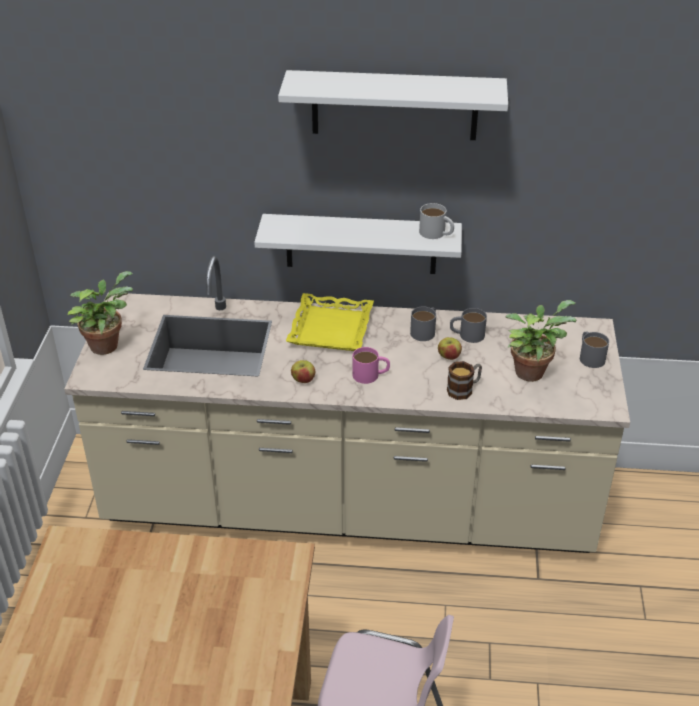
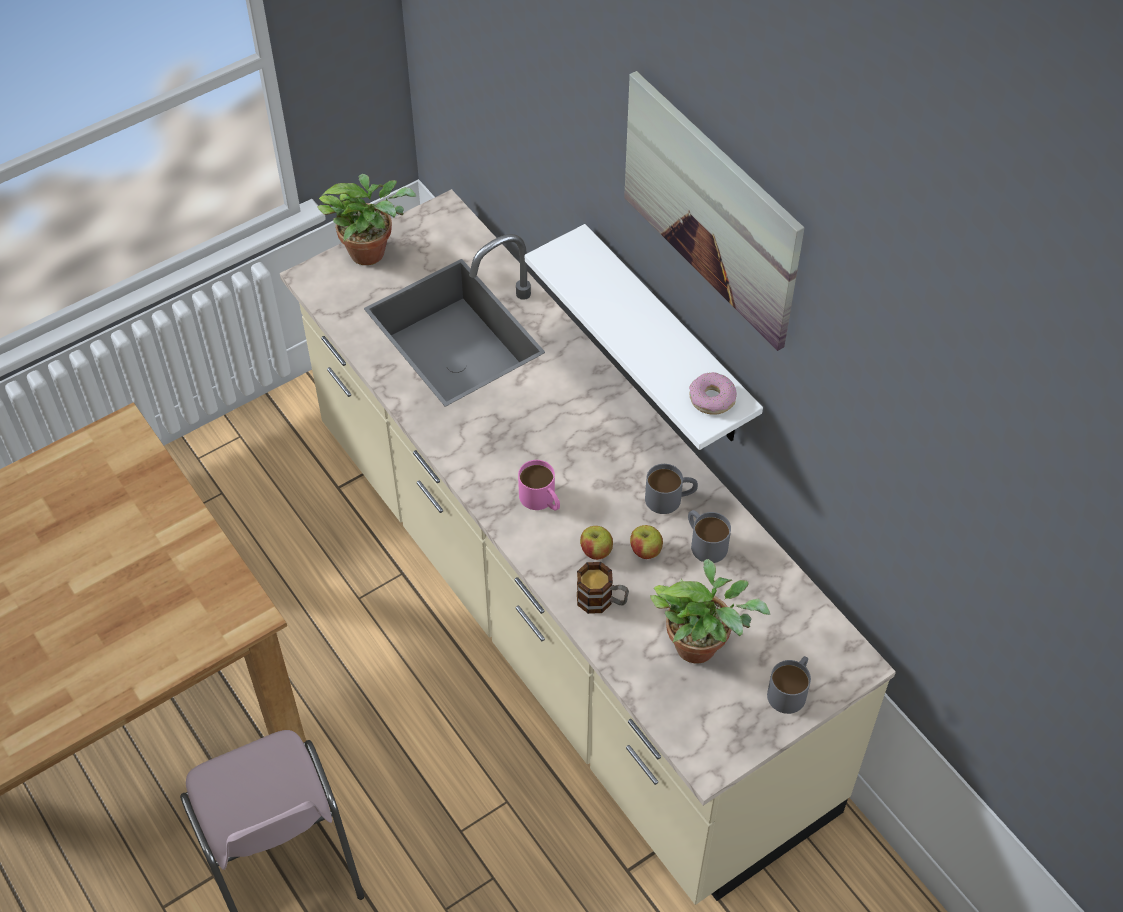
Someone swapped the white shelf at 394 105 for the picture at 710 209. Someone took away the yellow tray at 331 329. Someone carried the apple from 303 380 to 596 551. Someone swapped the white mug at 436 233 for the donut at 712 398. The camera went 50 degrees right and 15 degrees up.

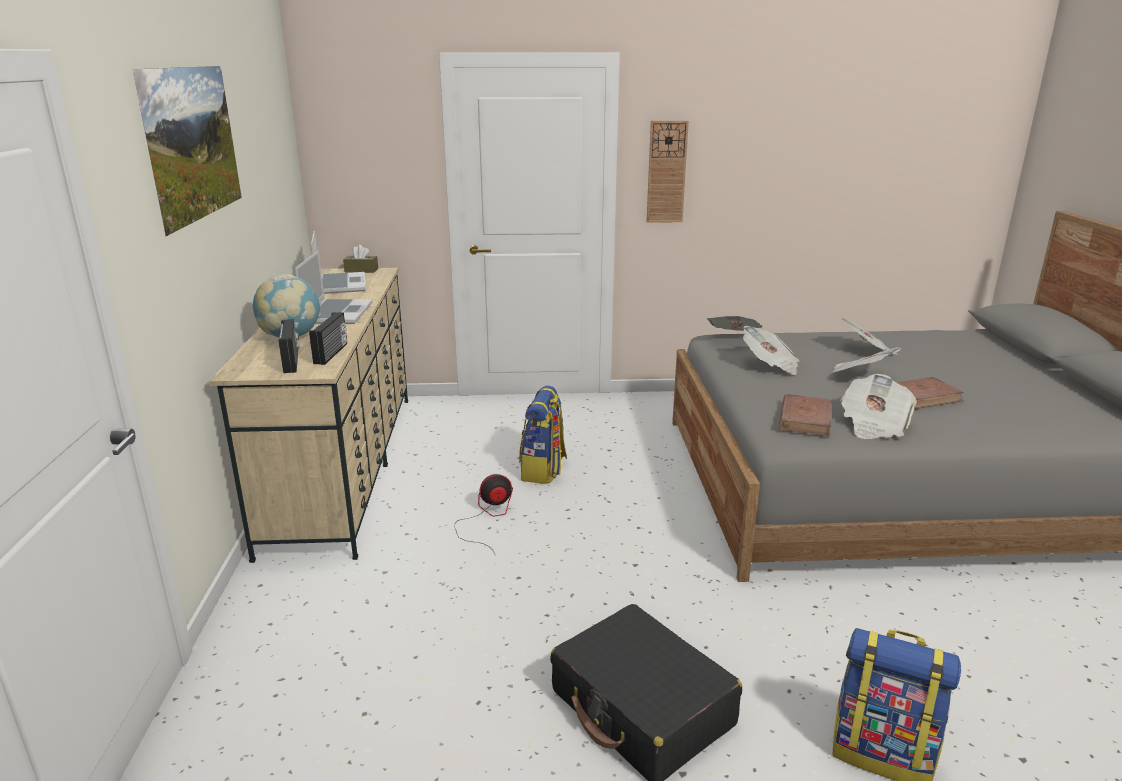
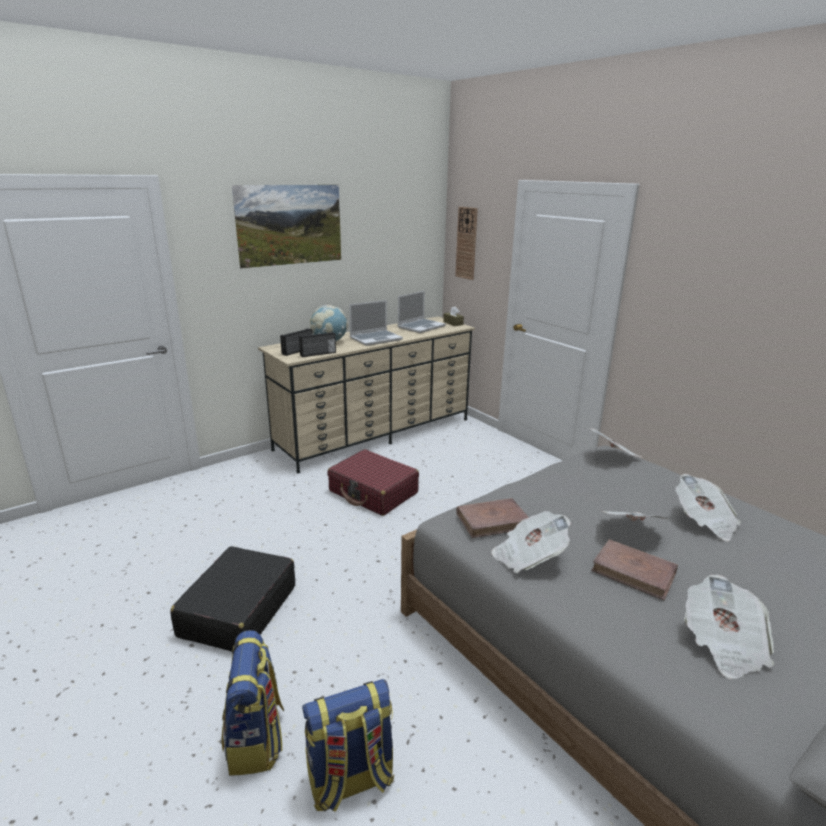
Someone swapped the fan at 487 518 for the red suitcase at 373 492. Someone carried the backpack from 543 470 to 350 781. Someone carried the wall clock from 666 172 to 466 243. Someone carried the newspaper from 770 365 to 723 644. The camera went 55 degrees right and 0 degrees up.

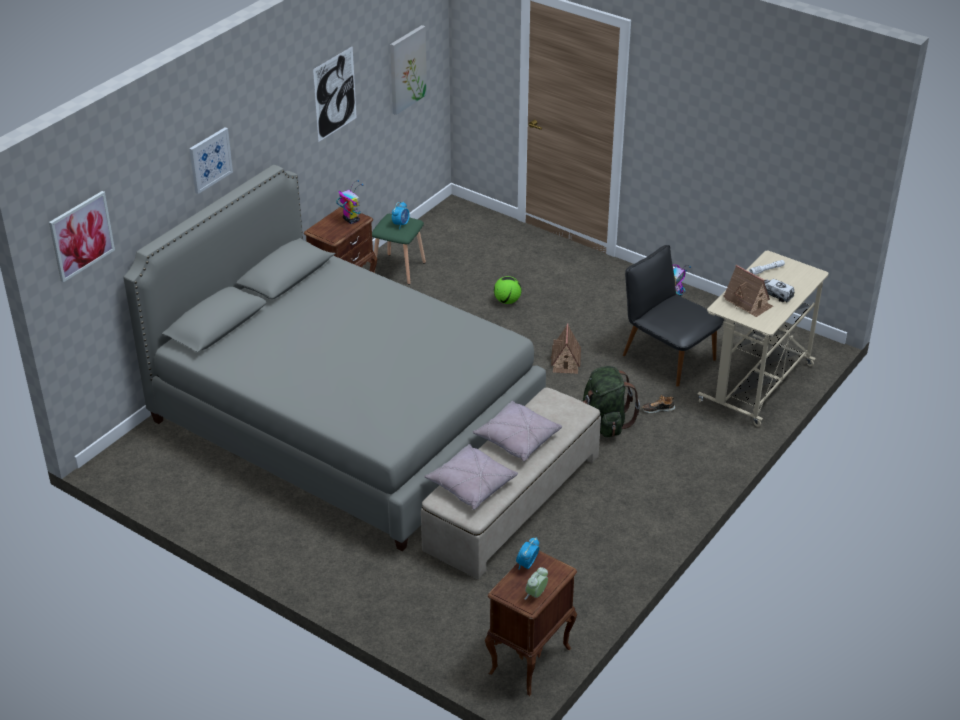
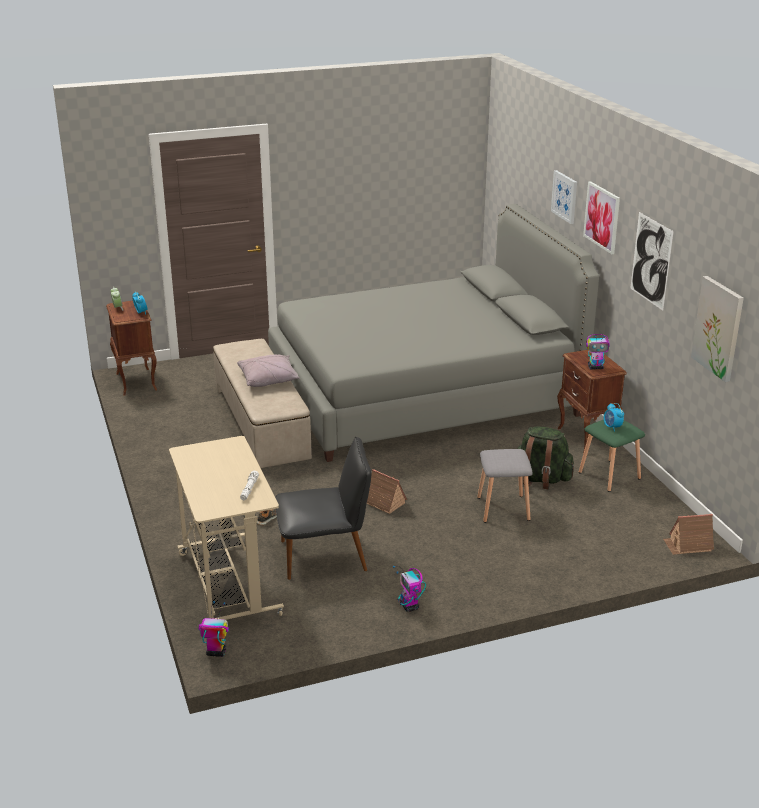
Someone carried the picture from 81 235 to 602 217. Someone took away the purple pillow at 471 485. Someone swapped the football at 507 301 for the grey stool at 502 509. Someone carried the green backpack from 605 423 to 541 479. Someone carried the toy house from 748 302 to 688 545. Someone took away the toy truck at 775 294. Someone put down the toy robot at 216 652. The camera went 125 degrees right and 10 degrees down.

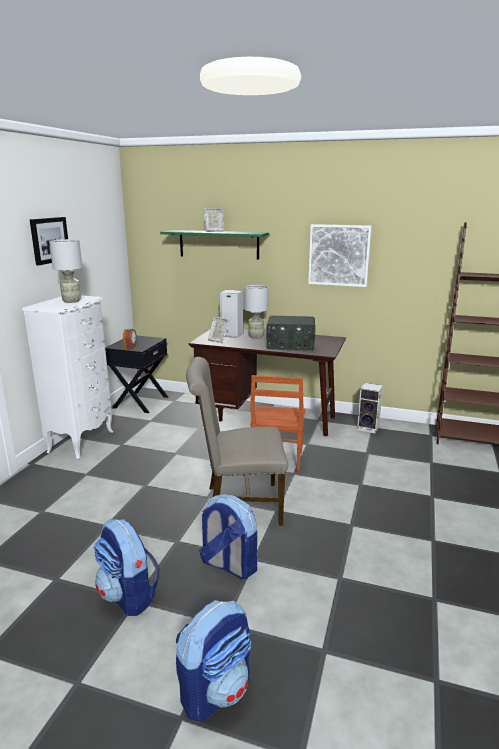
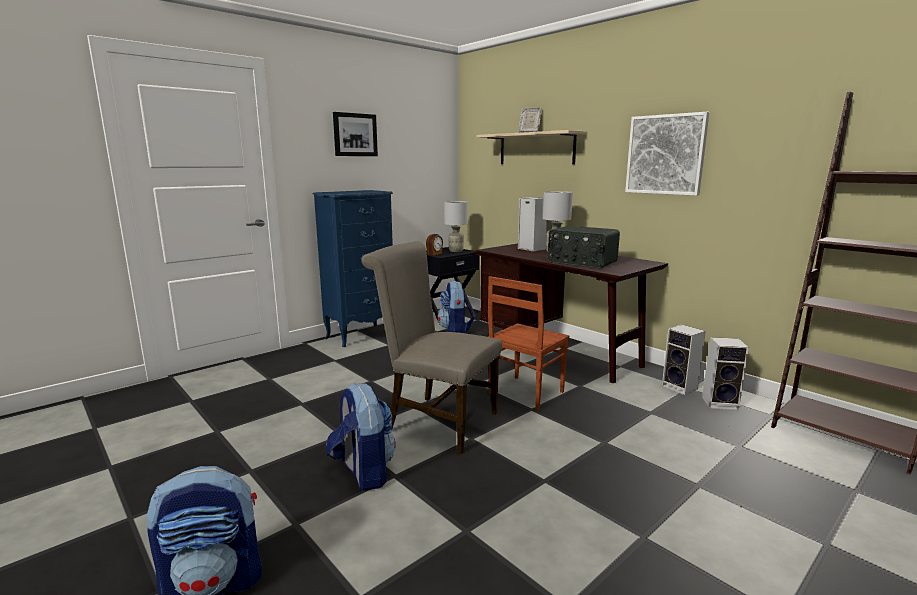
Someone repainted the white dresser at 83 442, which became the blue dresser at 361 336. Someone carried the grey table lamp from 72 301 to 456 251. Someone carried the backpack from 129 595 to 455 331. Someone repainted the green shelf at 218 244, which became the beige shelf at 536 149. Someone took away the picture frame at 218 340. Someone put down the speaker at 721 403. The camera went 30 degrees right and 5 degrees down.

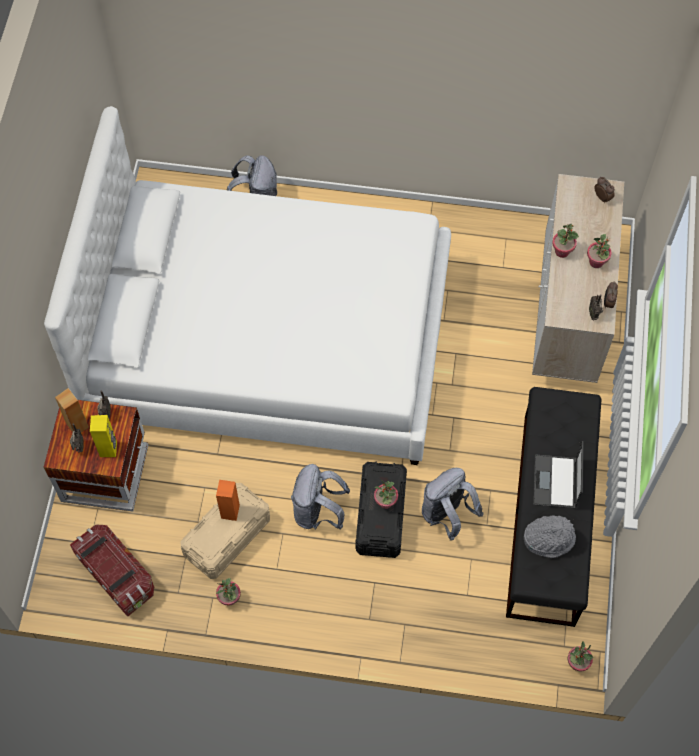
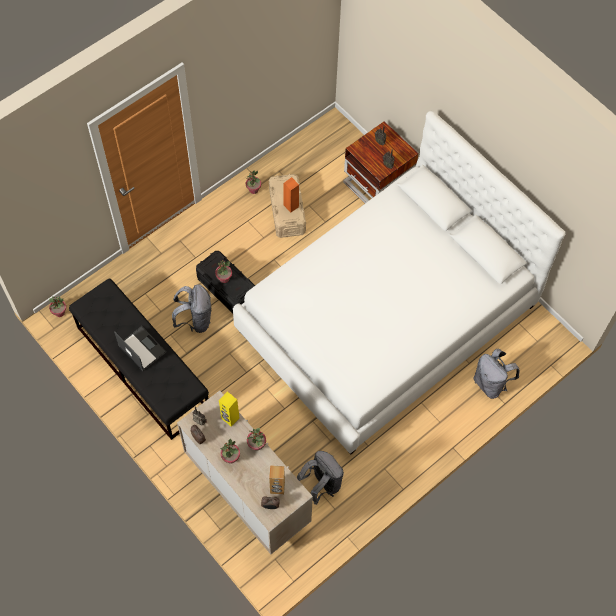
Someone carried the brown speaker from 77 425 to 277 488. Someone took away the storage box at 116 575. Someone carried the yellow speaker from 109 449 to 230 418. Someone carried the grey backpack from 318 512 to 321 484. Someone took away the grey hat at 549 538. The camera went 130 degrees right and 0 degrees up.

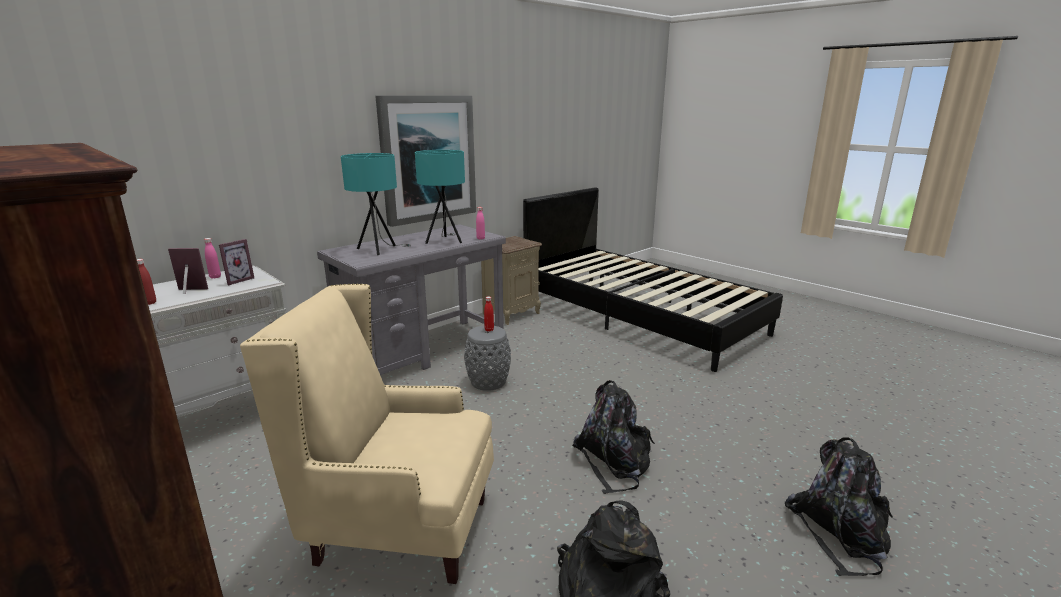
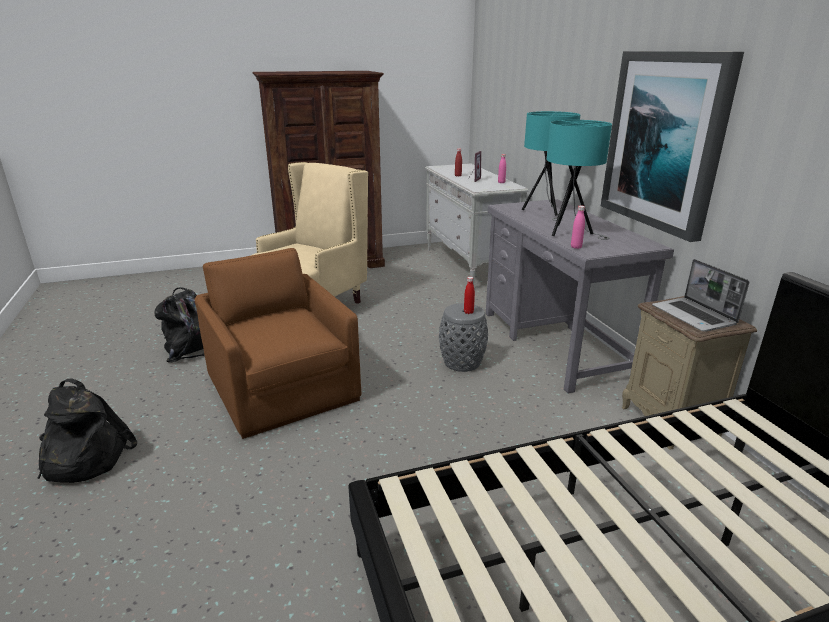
Someone took away the picture frame at 237 280. Someone swapped the black backpack at 614 461 for the brown armchair at 283 388. Someone put down the laptop at 694 316. The camera went 115 degrees right and 5 degrees up.

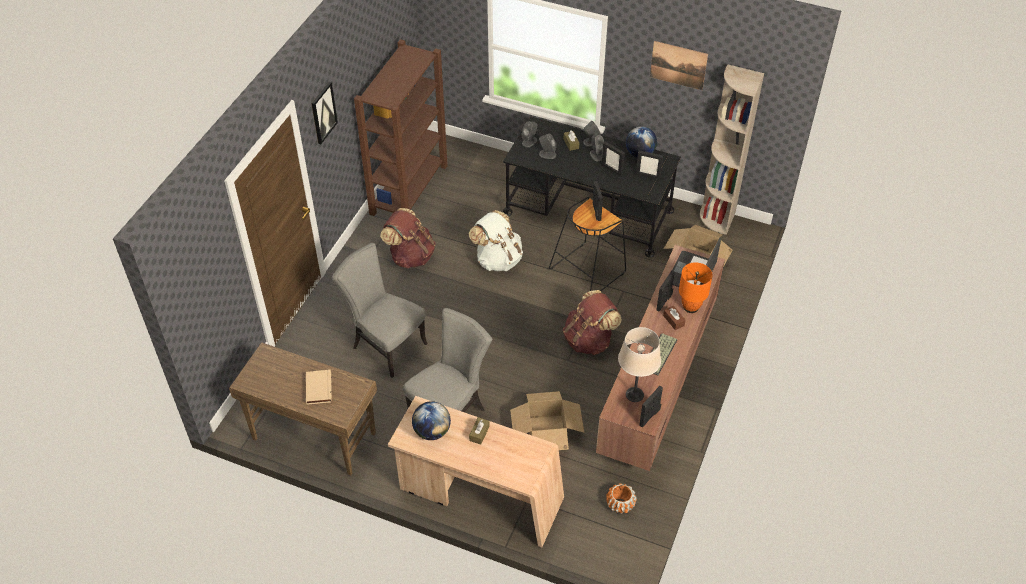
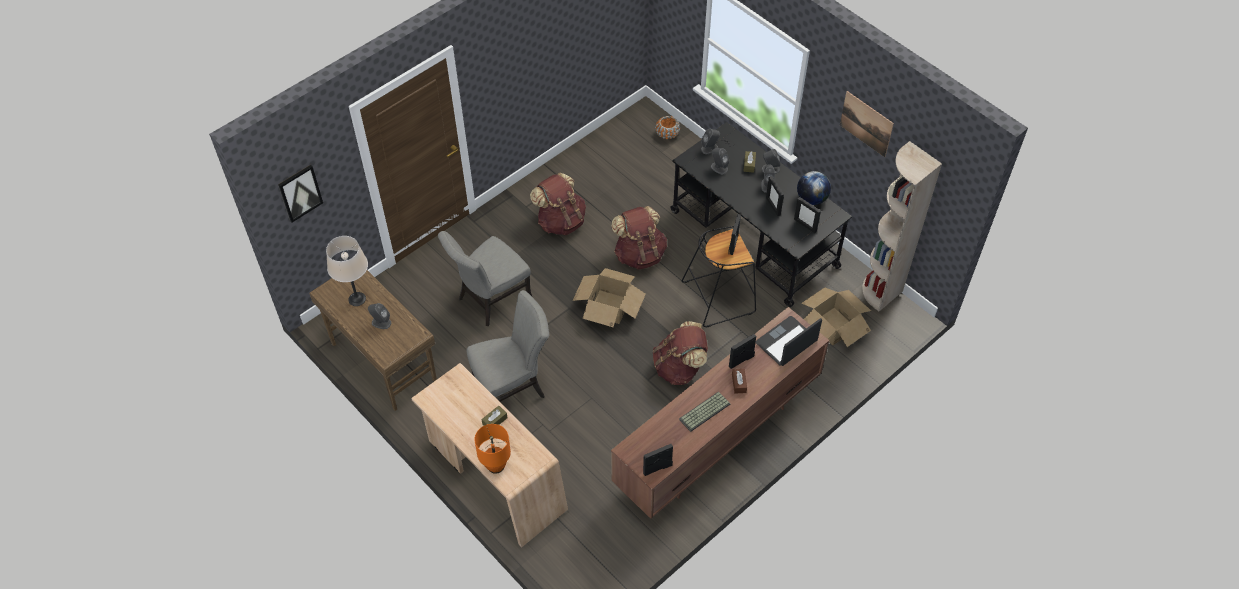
Someone swapped the beige book at 318 388 for the grey speaker at 381 322. Someone carried the picture from 323 112 to 300 193. Someone rotated the grey chair at 385 344 by 105 degrees counterclockwise. Someone took away the brown bookcase at 409 189. Someone took away the globe at 432 431. Someone repainted the white backpack at 498 259, which became the brown backpack at 639 254. Someone carried the cardboard box from 546 431 to 609 307. Someone carried the orange planter from 620 504 to 667 134. Someone carried the beige table lamp from 634 394 to 357 299. Someone carried the orange table lamp from 691 307 to 496 466. The camera went 25 degrees right and 5 degrees up.

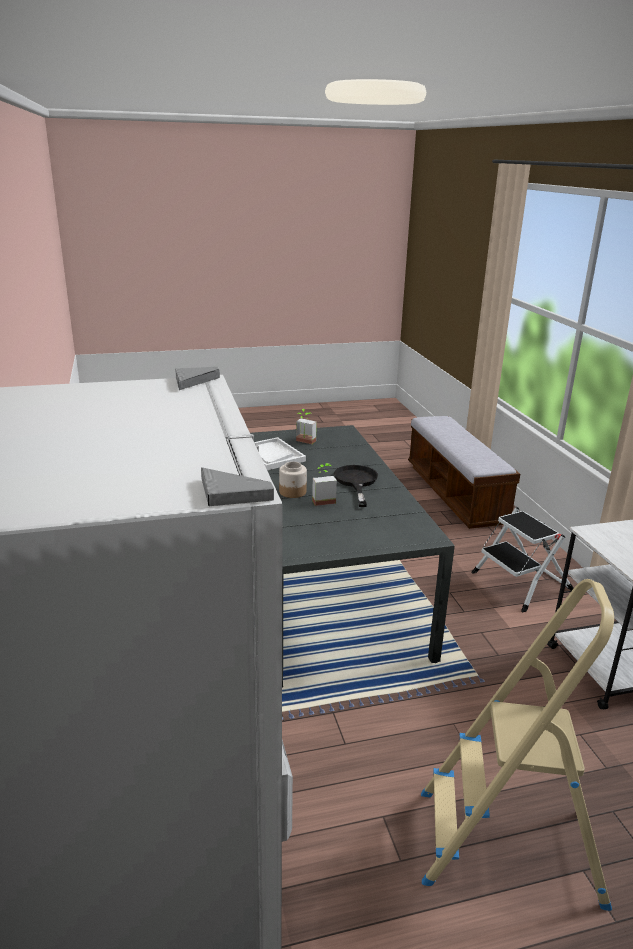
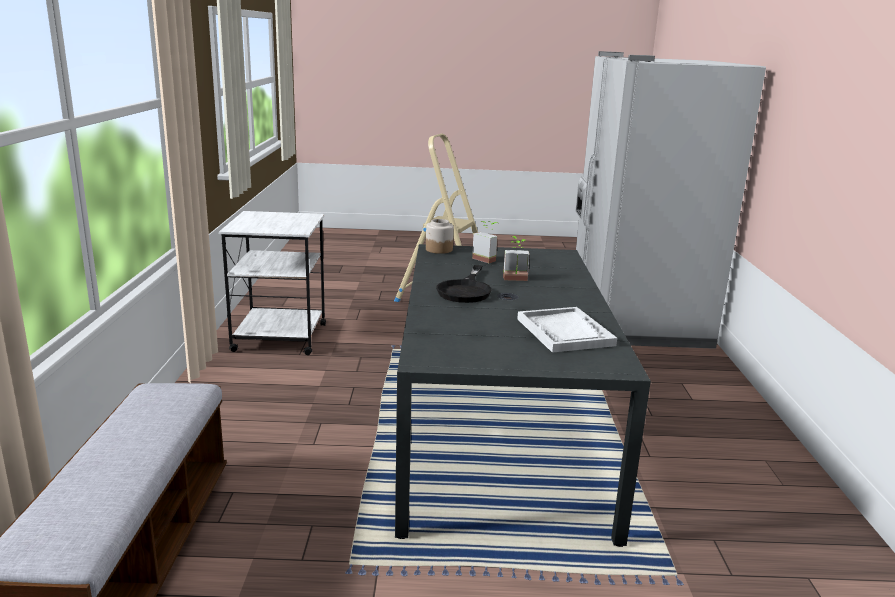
Someone carried the jar from 293 492 to 439 249. Someone carried the potted plant from 304 442 to 487 259. Someone took away the step ladder at 522 583. The camera went 165 degrees left and 5 degrees down.

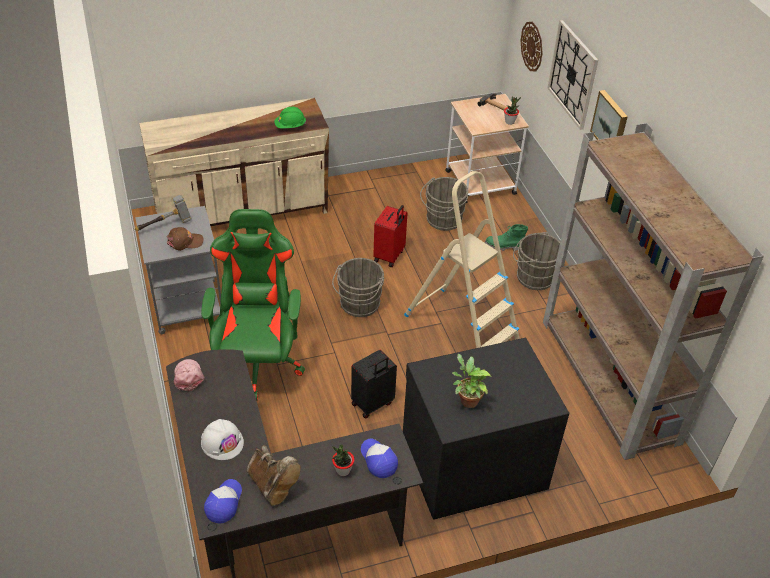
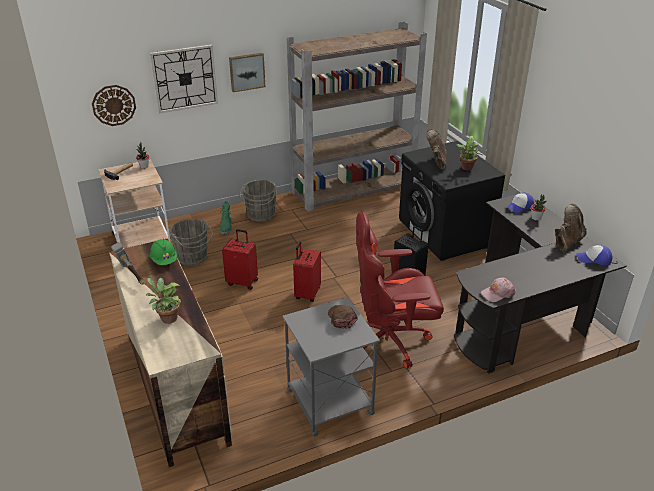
Someone carried the hammer from 165 225 to 131 274. Someone repainted the green office chair at 258 367, which became the red office chair at 393 341. Someone took away the white hard hat at 222 442. Someone swapped the grey bucket at 358 305 for the red suitcase at 307 294. Someone took away the beige step ladder at 462 330. Someone put down the potted plant at 167 318. Someone put down the brown boot at 437 162. The camera went 95 degrees left and 10 degrees down.

